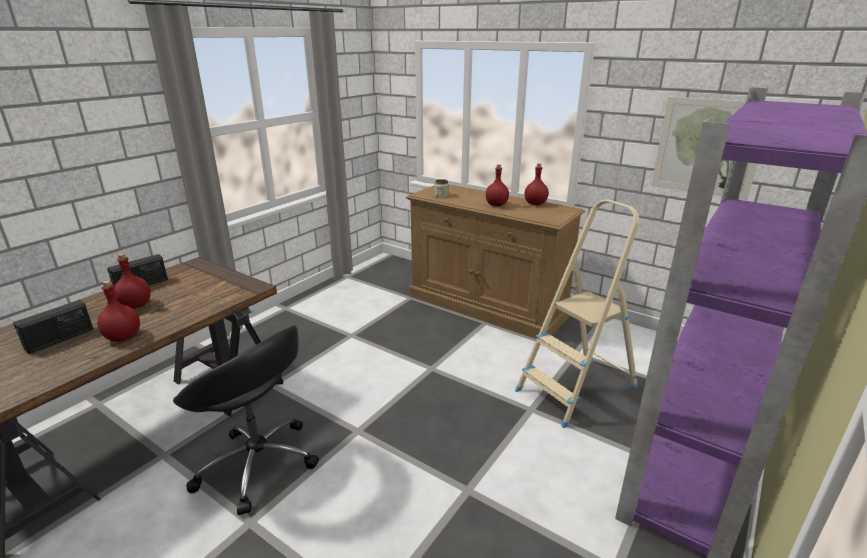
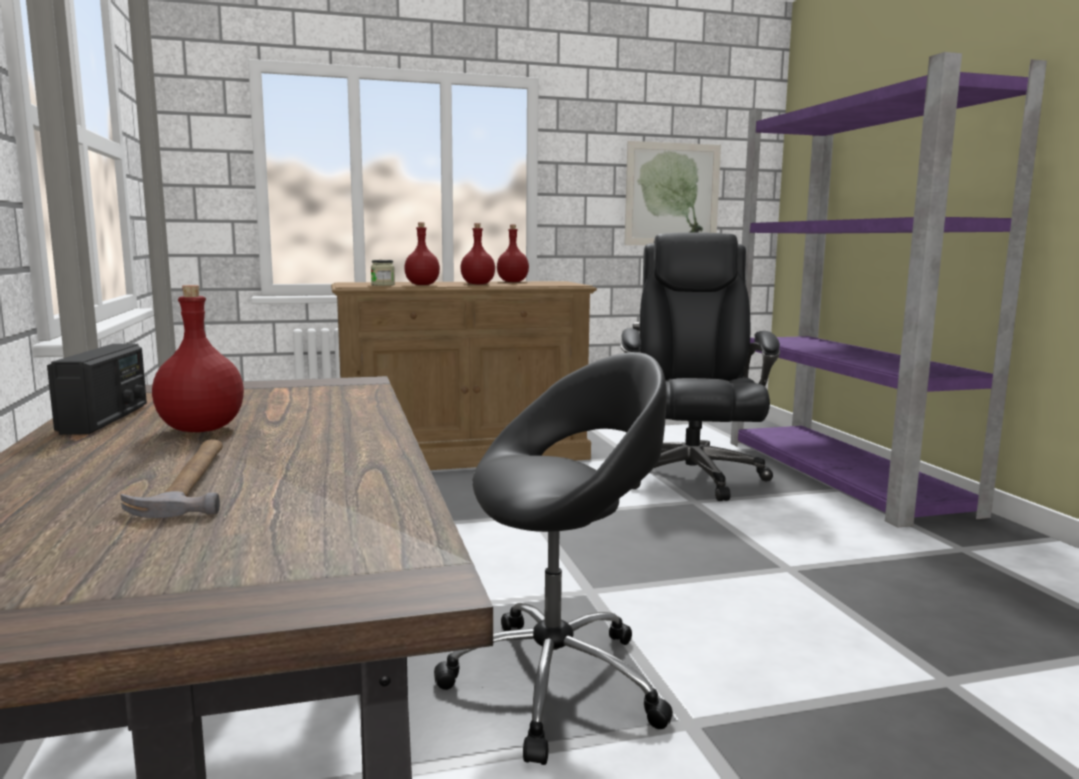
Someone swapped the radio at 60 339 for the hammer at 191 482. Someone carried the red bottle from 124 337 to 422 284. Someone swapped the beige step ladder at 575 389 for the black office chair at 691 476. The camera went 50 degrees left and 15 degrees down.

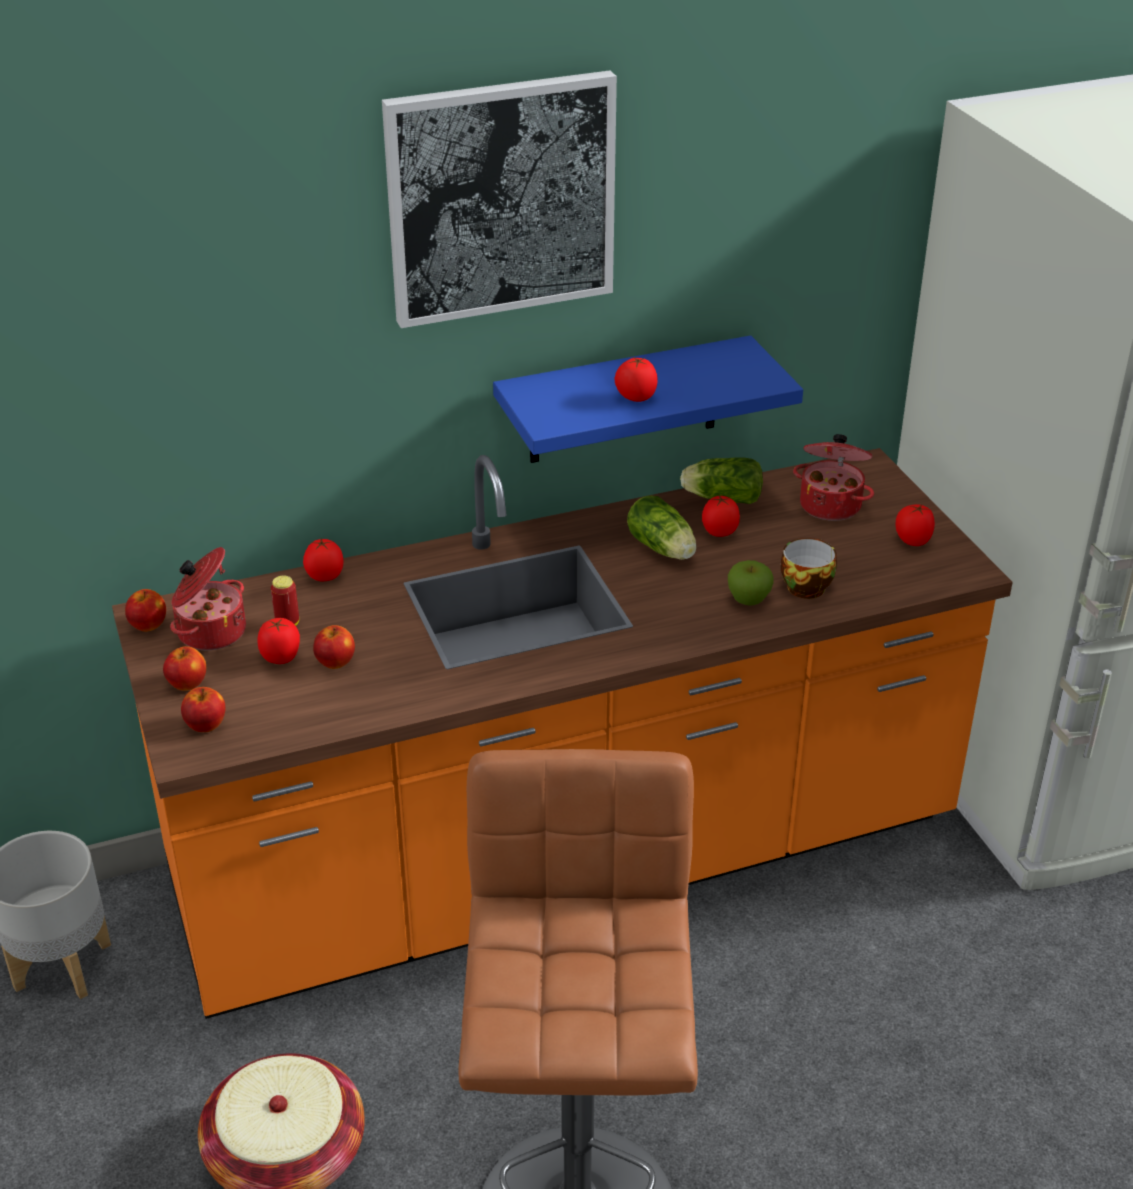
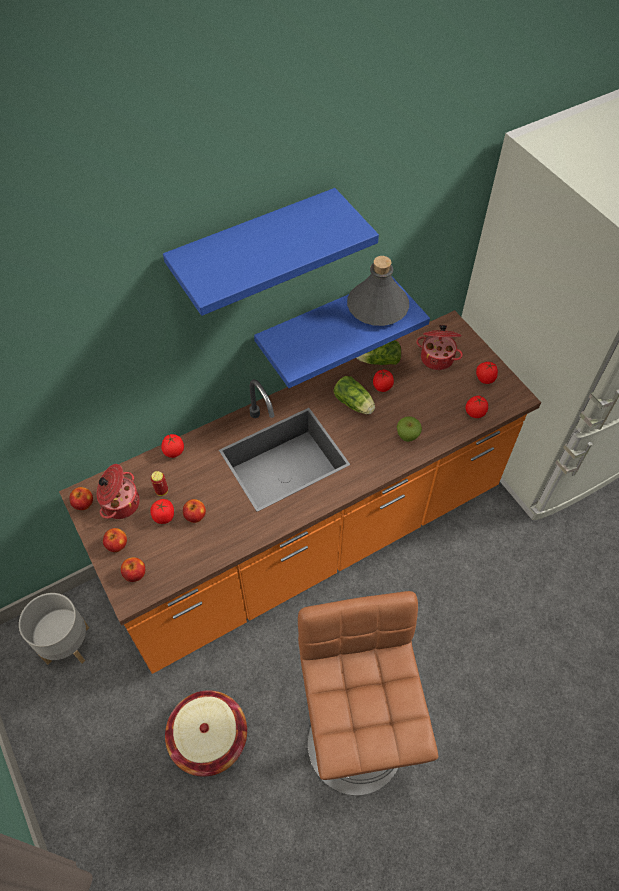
Someone swapped the picture at 501 198 for the blue shelf at 253 246. Someone carried the tomato from 635 398 to 474 413. Someone took away the cup at 805 585. Someone put down the grey bottle at 377 307. The camera went 10 degrees left and 20 degrees up.

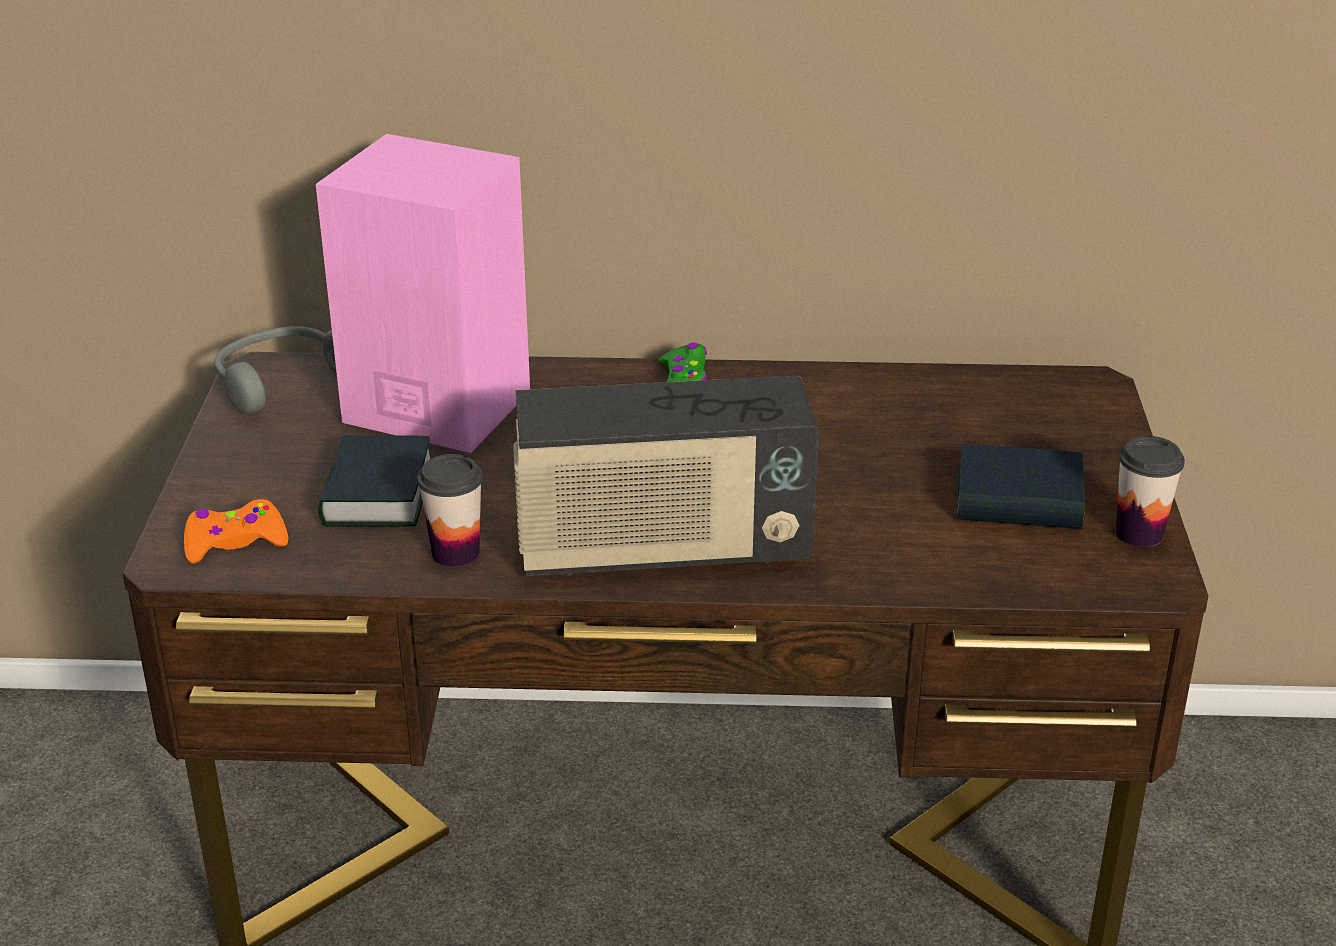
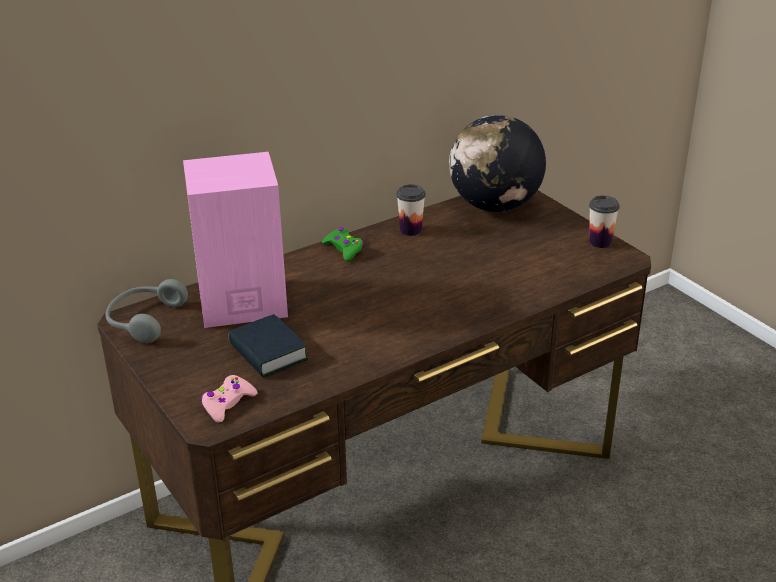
Someone repainted the orange game controller at 235 542, which became the pink game controller at 227 404. Someone carried the cup from 455 553 to 410 230. Someone took away the radio at 662 549. Someone took away the book at 1018 501. Someone put down the globe at 494 206. The camera went 35 degrees left and 0 degrees up.

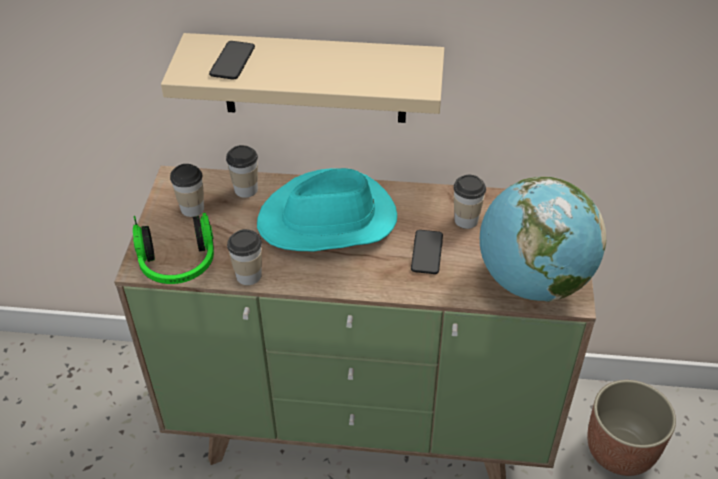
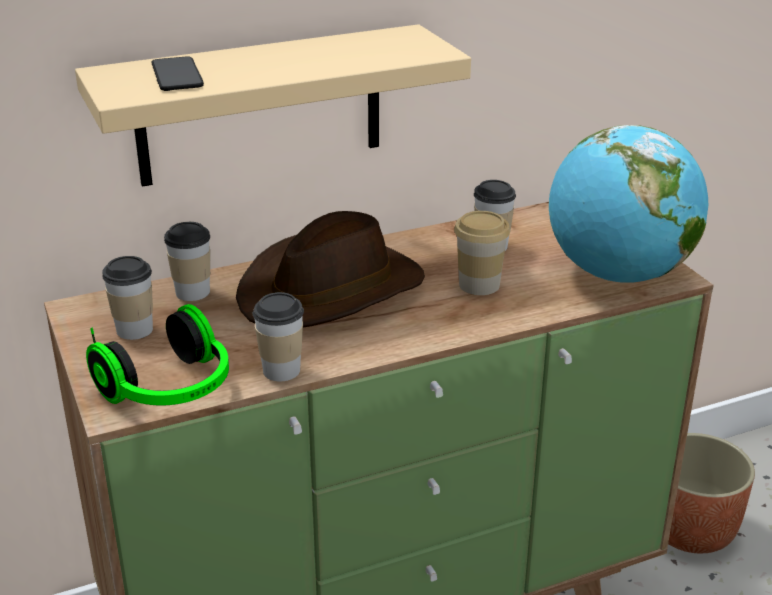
Someone repainted the turquoise hat at 329 220, which became the brown hat at 331 290. Someone swapped the phone at 427 252 for the cup at 479 285. The camera went 30 degrees left and 15 degrees down.

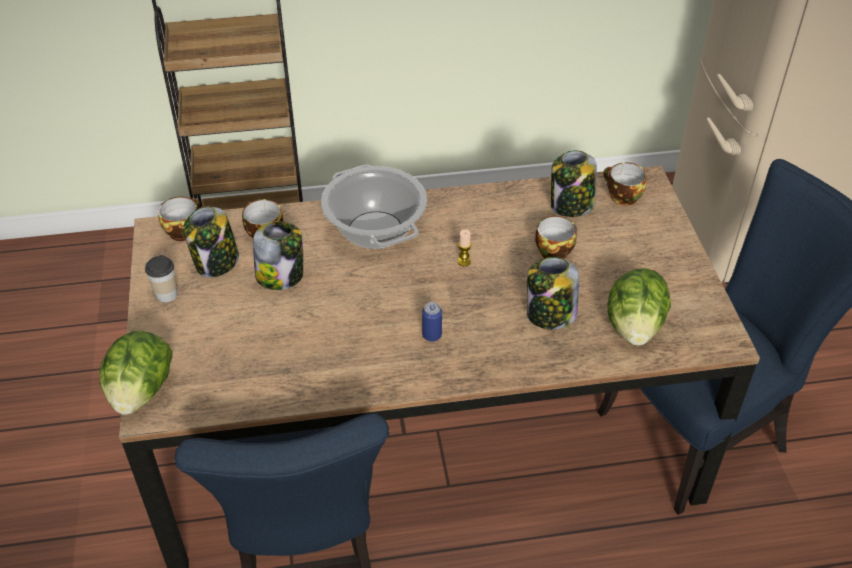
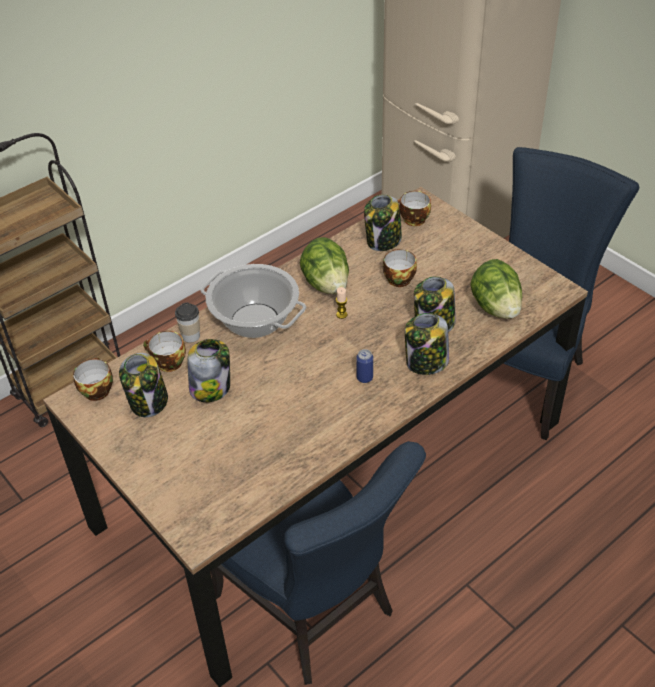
Someone carried the lettuce from 141 392 to 326 284. Someone carried the cup from 166 295 to 191 336. Someone put down the jar at 426 362. The camera went 30 degrees left and 0 degrees up.

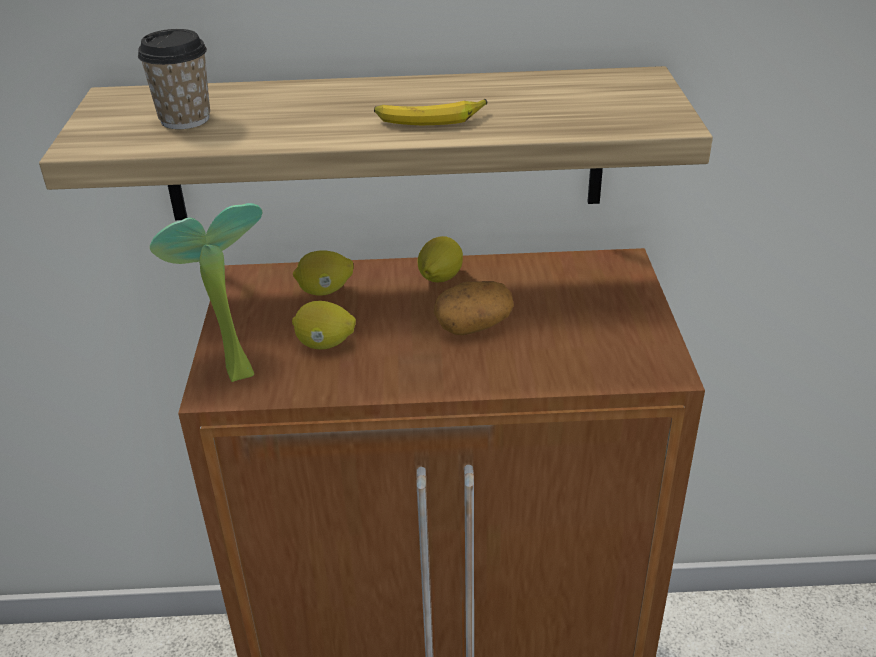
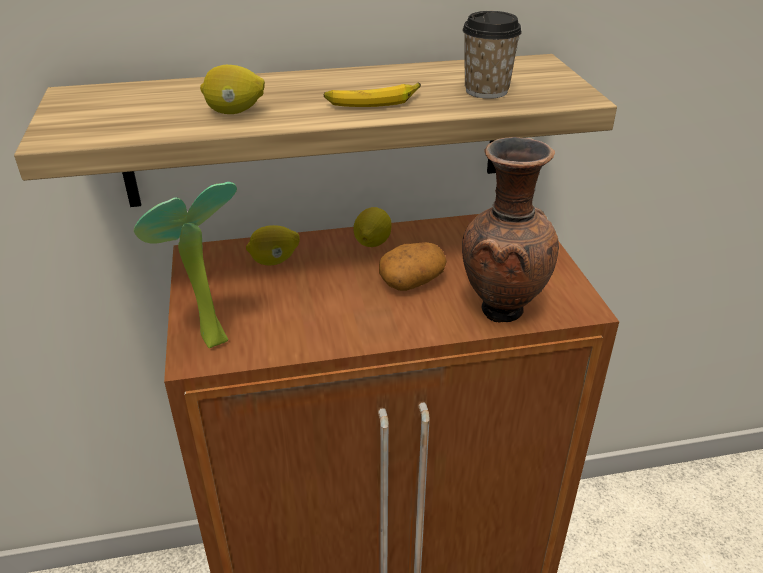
Someone carried the cup from 185 119 to 486 91. Someone carried the lemon from 325 344 to 234 112. Someone put down the brown vase at 500 309. The camera went 10 degrees left and 0 degrees up.

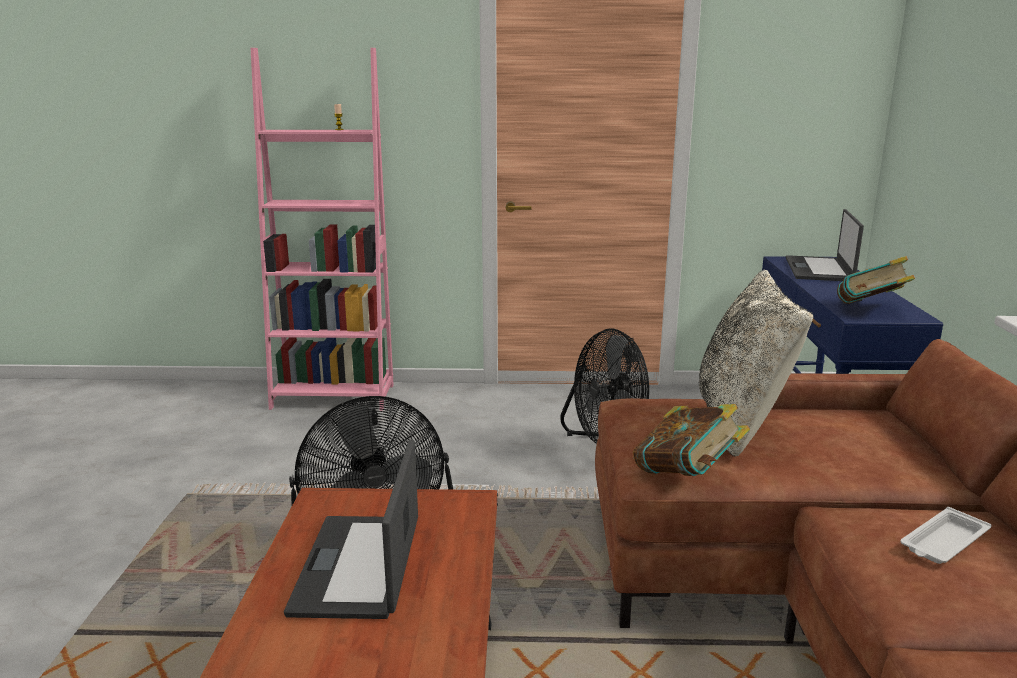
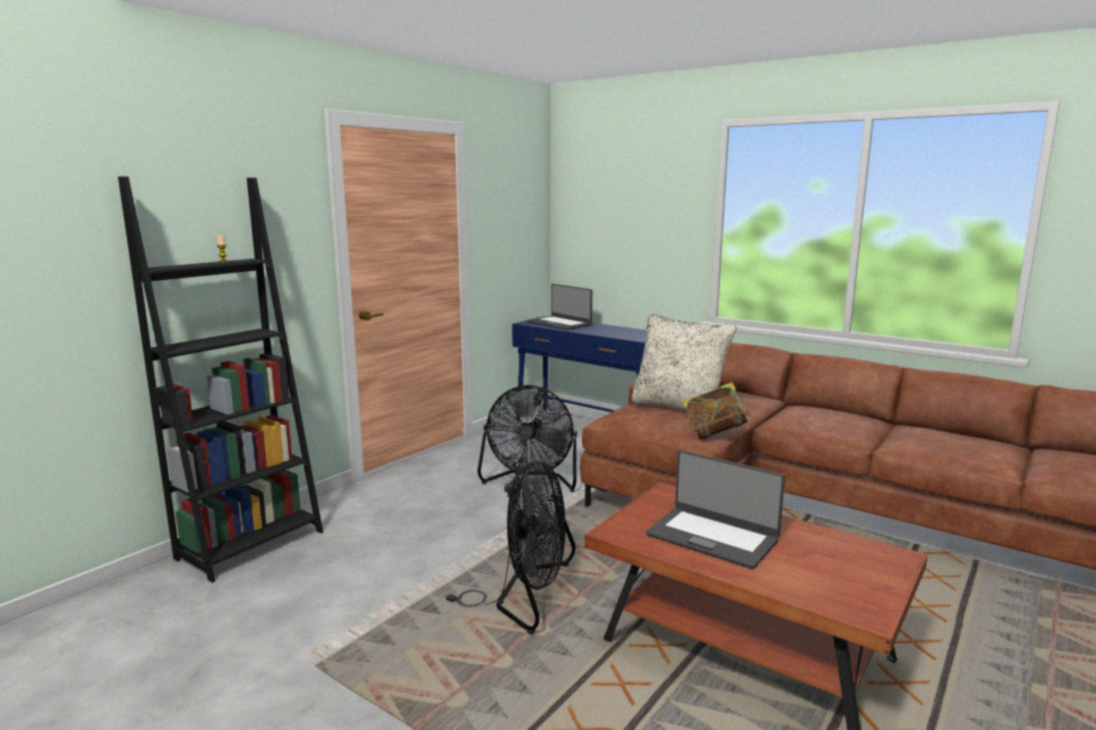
Someone repainted the pink bookcase at 333 396, which became the black bookcase at 250 544. Someone took away the book at 870 310. Someone took away the white tray at 943 542. The camera went 55 degrees left and 5 degrees down.

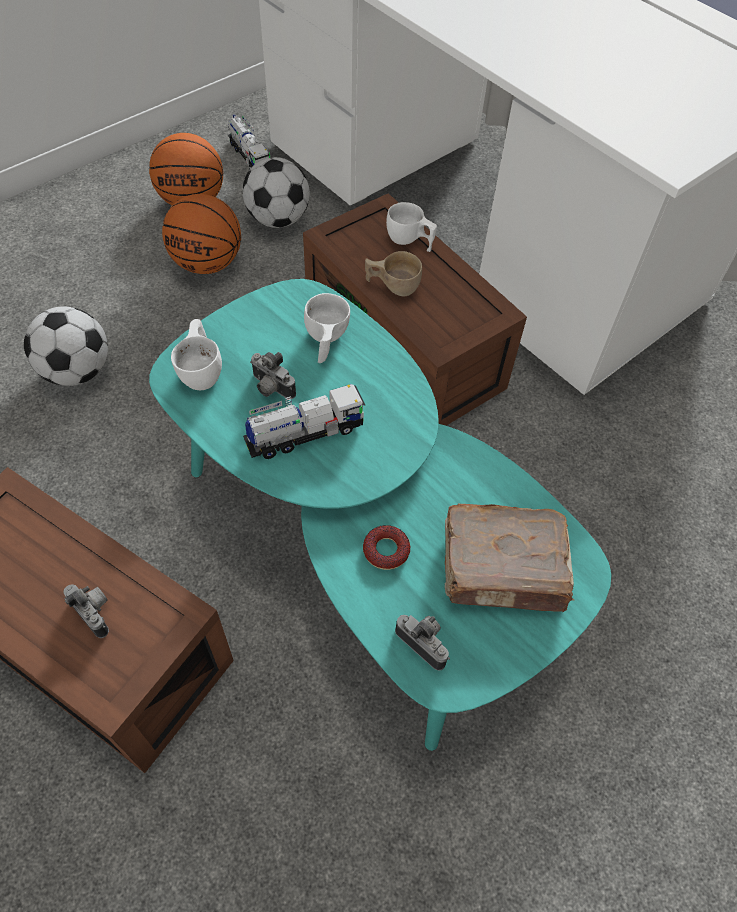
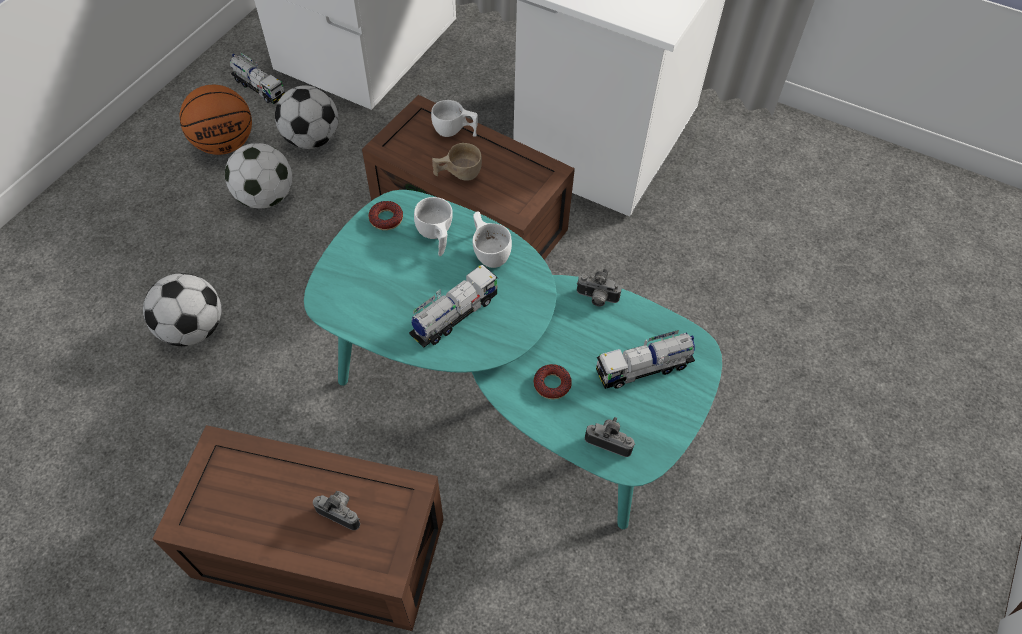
Someone swapped the basketball at 207 263 for the football at 266 197. Someone carried the white cup from 202 369 to 489 251. Someone carried the photo camera from 270 388 to 596 299. Someone swapped the brown book at 504 569 for the toy truck at 643 368. Someone put down the donut at 386 219. The camera went 20 degrees left and 0 degrees up.

